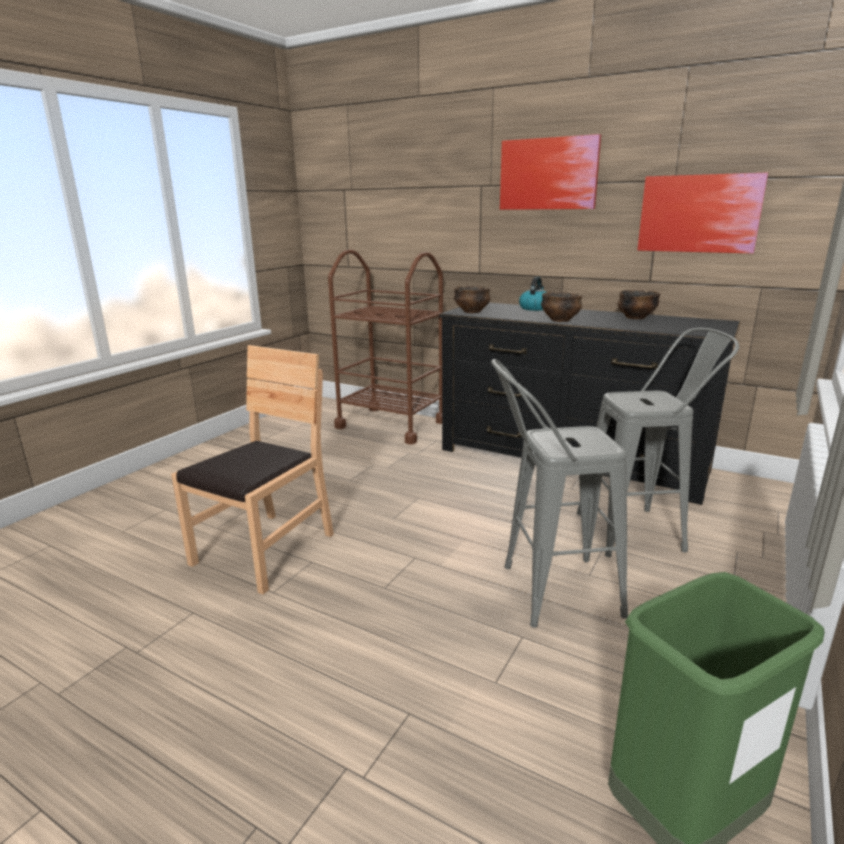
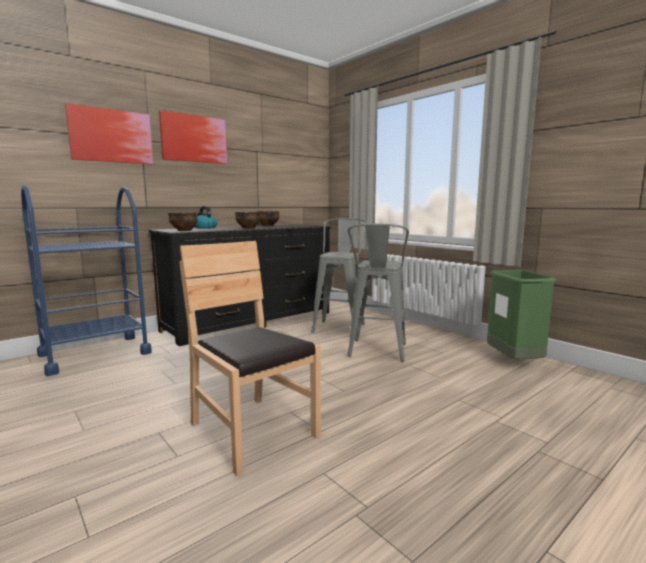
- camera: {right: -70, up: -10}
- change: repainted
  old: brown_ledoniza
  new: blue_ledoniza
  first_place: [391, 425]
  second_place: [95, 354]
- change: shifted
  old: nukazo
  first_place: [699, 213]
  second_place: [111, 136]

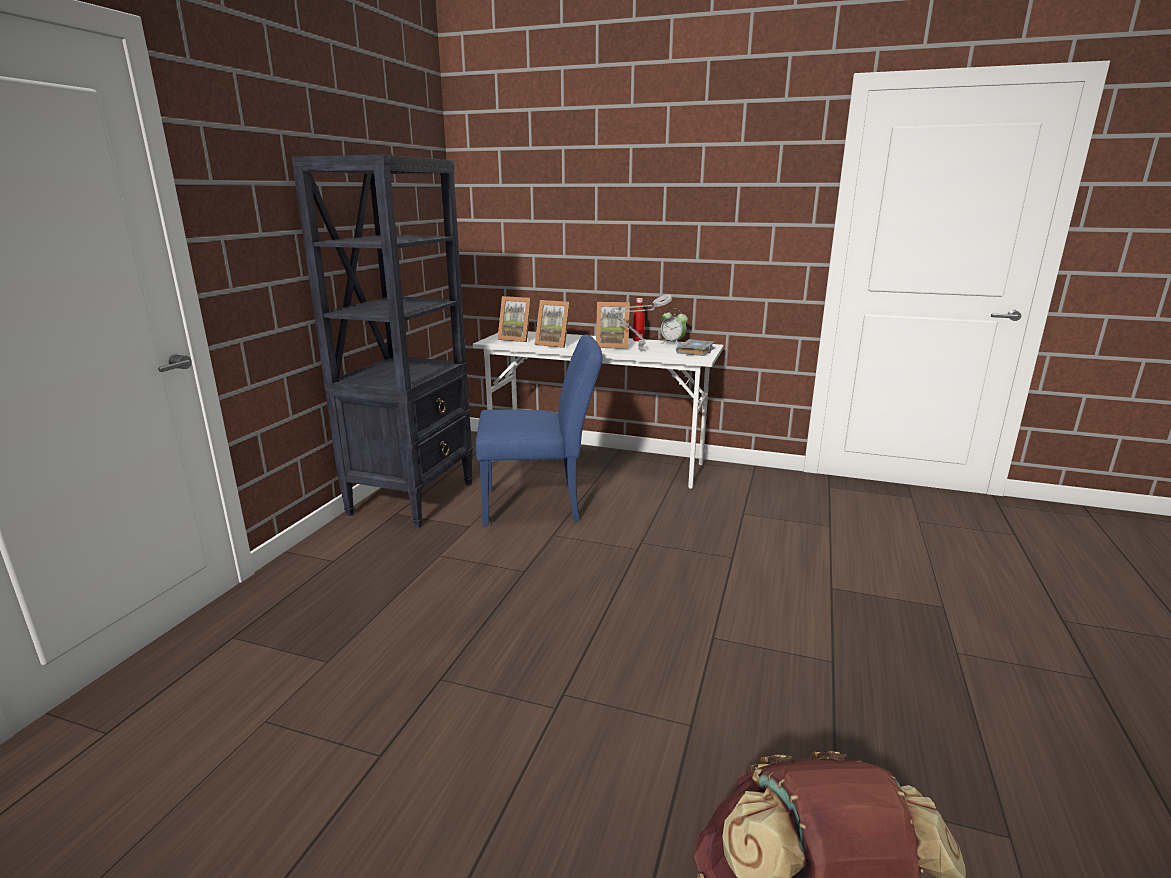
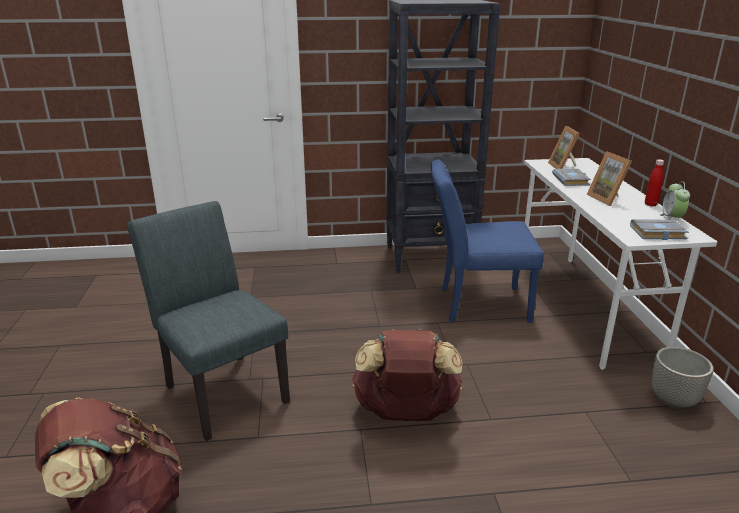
- camera: {right: 65, up: 5}
- change: new
  new: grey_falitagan
  second_place: [221, 389]
- change: new
  new: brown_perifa
  second_place: [405, 413]
- change: rotated
  old: blue_falitagan
  first_place: [541, 505]
  second_place: [476, 304]
  degrees: 120
- change: swapped
  old: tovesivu
  new: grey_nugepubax
  first_place: [554, 344]
  second_place: [572, 180]
- change: new
  new: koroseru
  second_place: [674, 400]
- change: gone
  old: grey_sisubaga
  first_place: [639, 350]

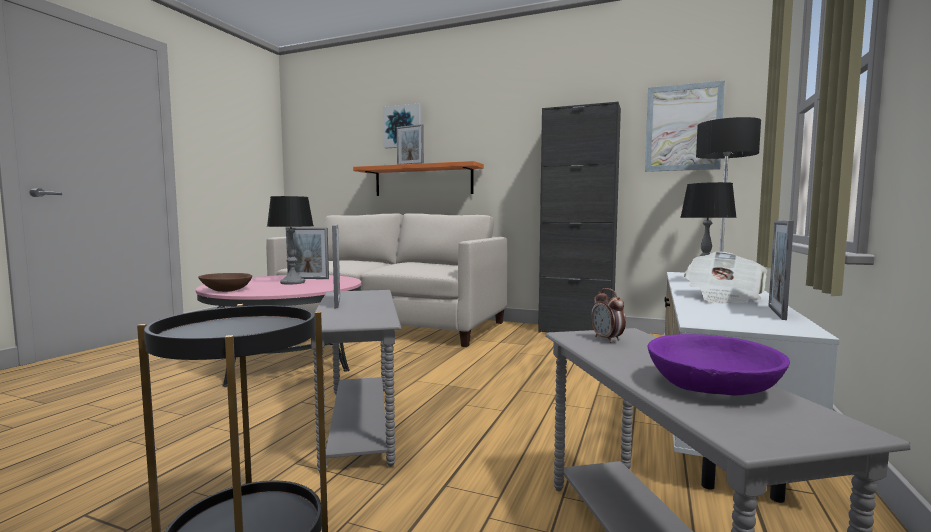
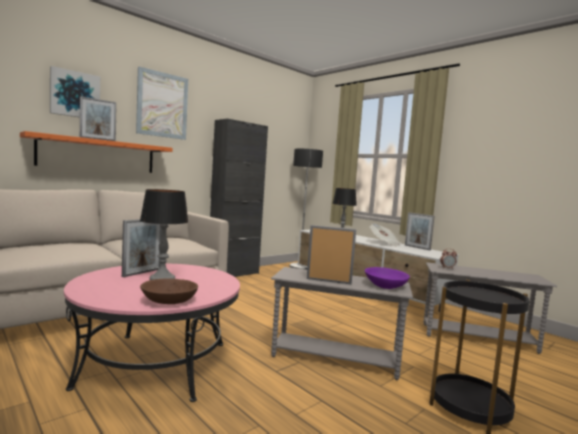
- camera: {right: -65, up: 0}
- change: shifted
  old: nukazo
  first_place: [683, 128]
  second_place: [162, 105]
- change: shifted
  old: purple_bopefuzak
  first_place: [712, 386]
  second_place: [385, 285]

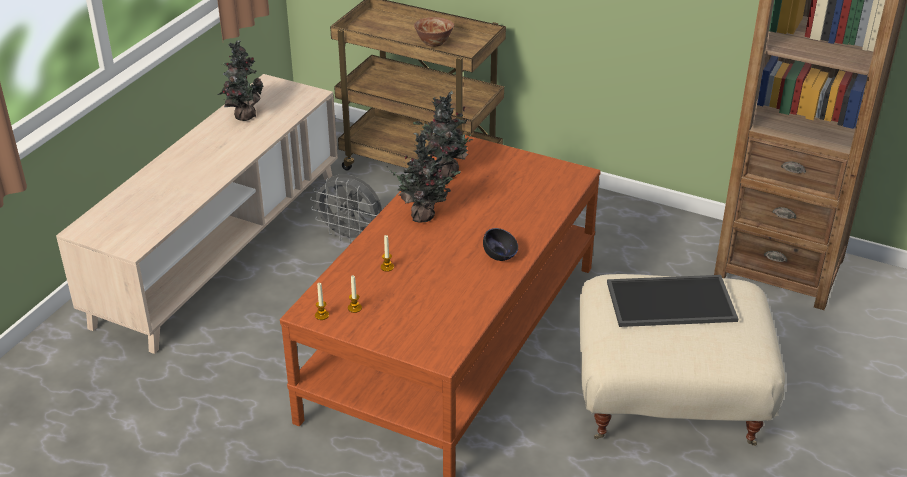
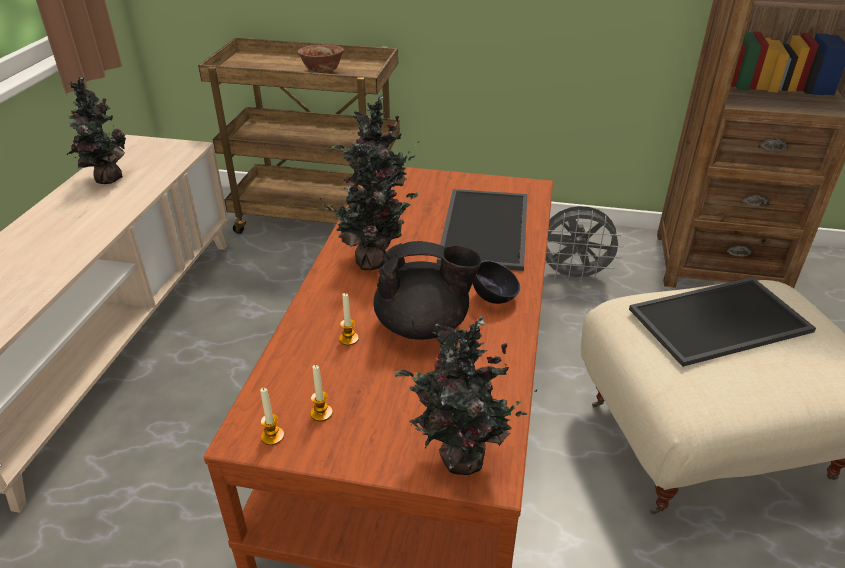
- camera: {right: -15, up: 0}
- change: new
  new: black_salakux
  second_place: [424, 326]
- change: new
  new: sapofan
  second_place: [458, 460]
- change: new
  new: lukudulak
  second_place: [482, 227]
- change: shifted
  old: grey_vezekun
  first_place: [350, 236]
  second_place: [574, 276]

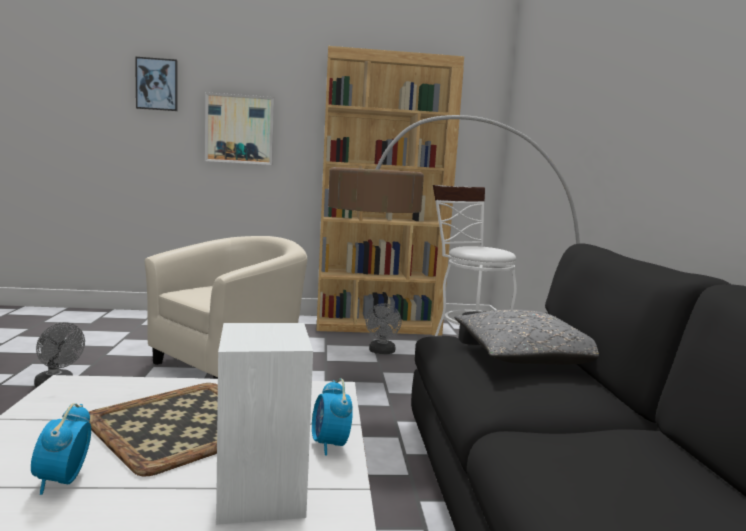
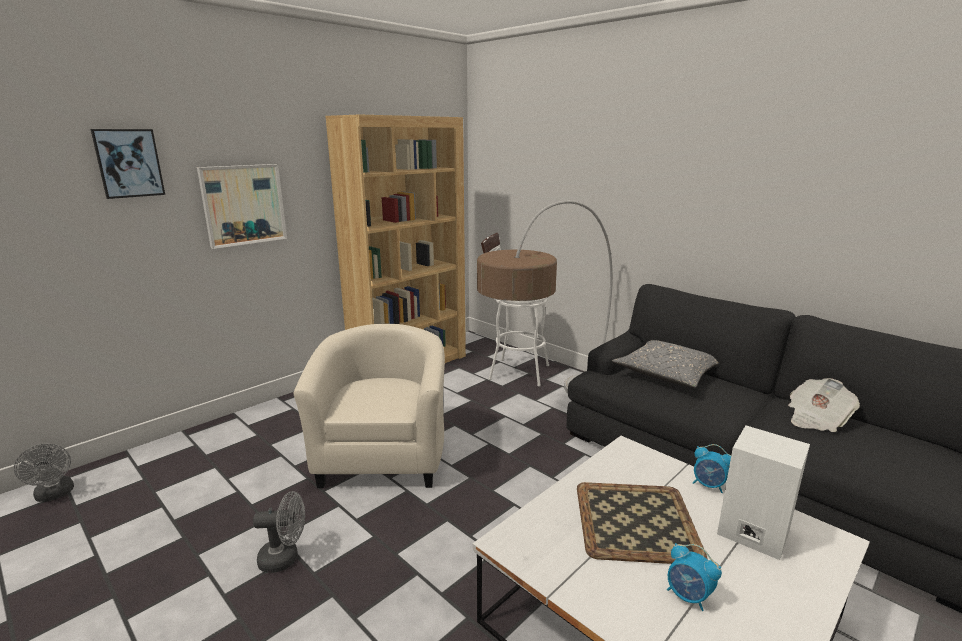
- camera: {right: -40, up: 10}
- change: shifted
  old: grey_vezekun
  first_place: [382, 352]
  second_place: [55, 495]
- change: new
  new: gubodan
  second_place: [816, 419]

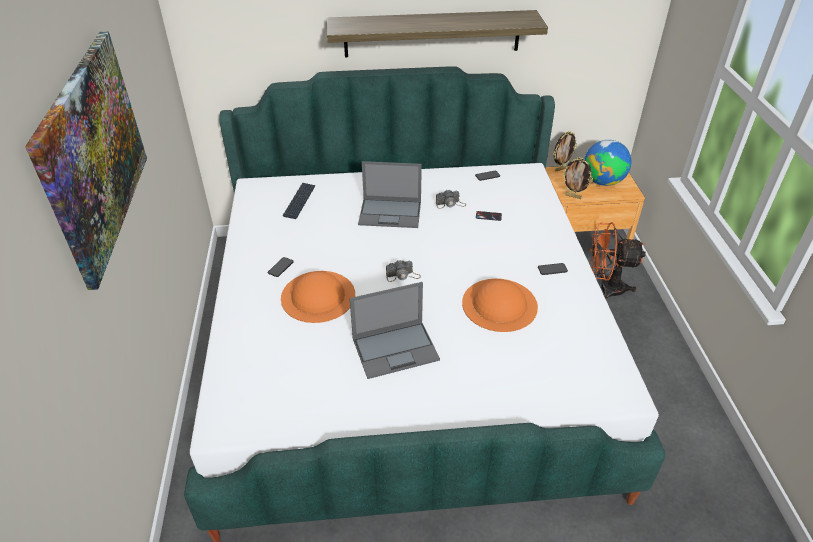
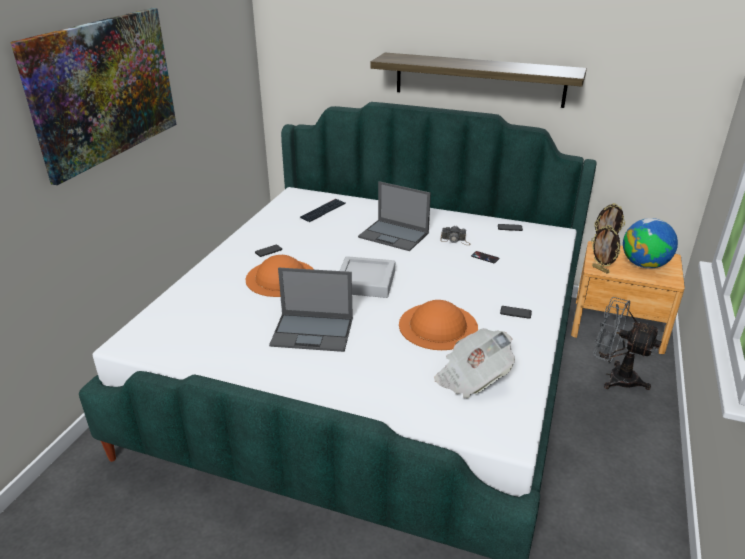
- camera: {right: 25, up: -10}
- change: swapped
  old: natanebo
  new: grey_lukudulak
  first_place: [403, 276]
  second_place: [365, 282]
- change: new
  new: gubodan
  second_place: [472, 378]
- change: repainted
  old: orange_vezekun
  new: grey_vezekun
  first_place: [604, 288]
  second_place: [614, 377]

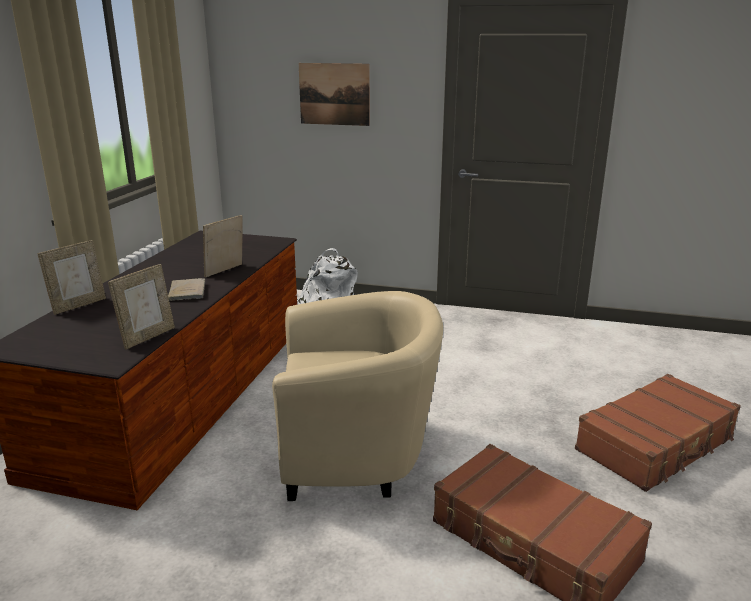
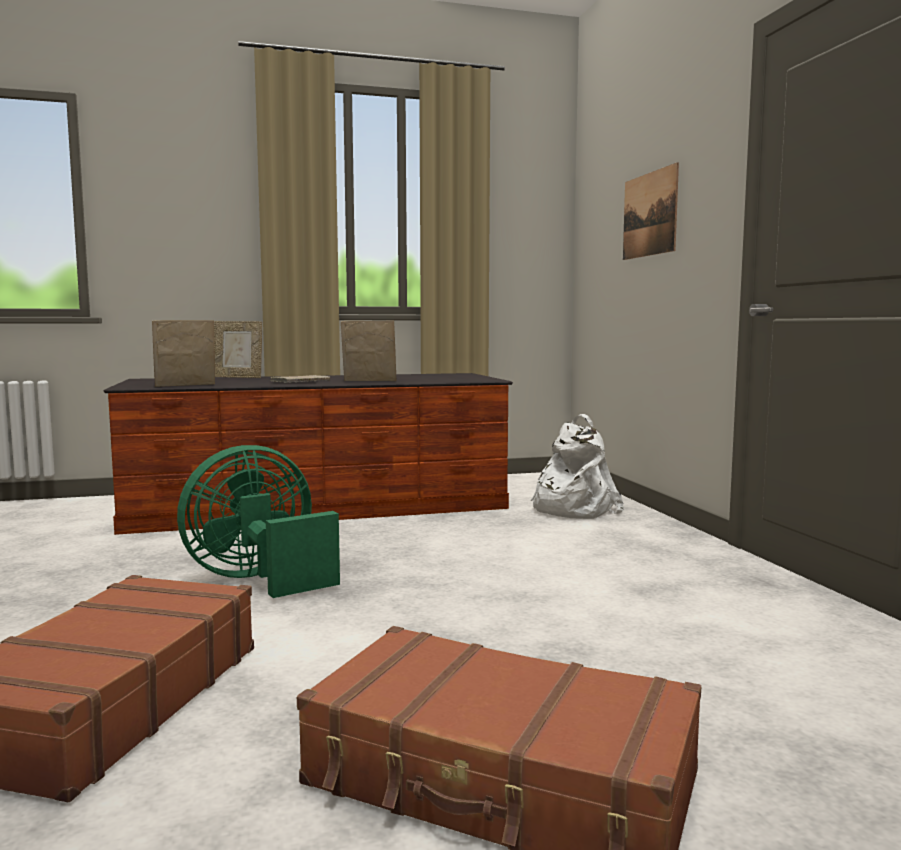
- camera: {right: 60, up: -15}
- change: rotated
  old: tovesivu
  first_place: [148, 337]
  second_place: [185, 385]
  degrees: 150
- change: swapped
  old: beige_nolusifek
  new: green_vezekun
  first_place: [357, 454]
  second_place: [260, 580]

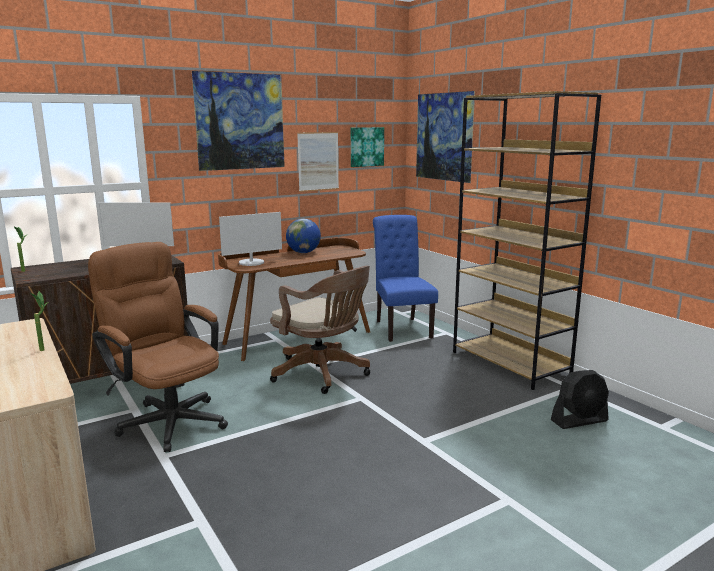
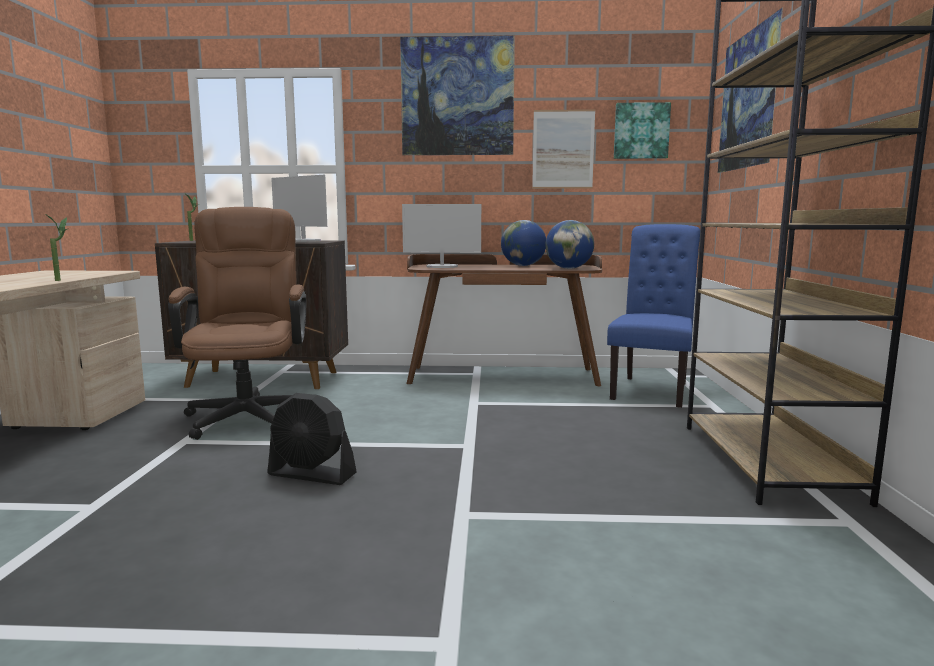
- camera: {right: 35, up: -5}
- change: shifted
  old: black_vezekun
  first_place: [579, 421]
  second_place: [312, 474]
- change: new
  new: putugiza
  second_place: [568, 268]
- change: gone
  old: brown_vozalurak
  first_place: [323, 374]

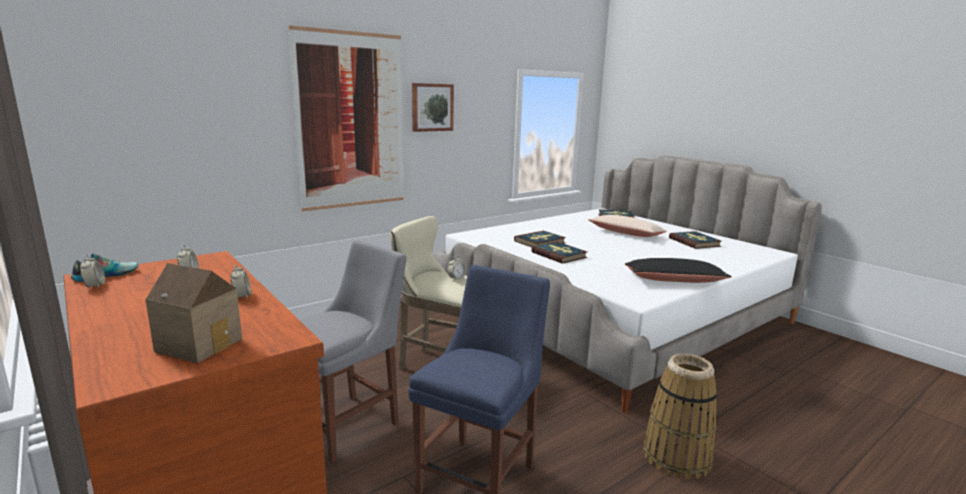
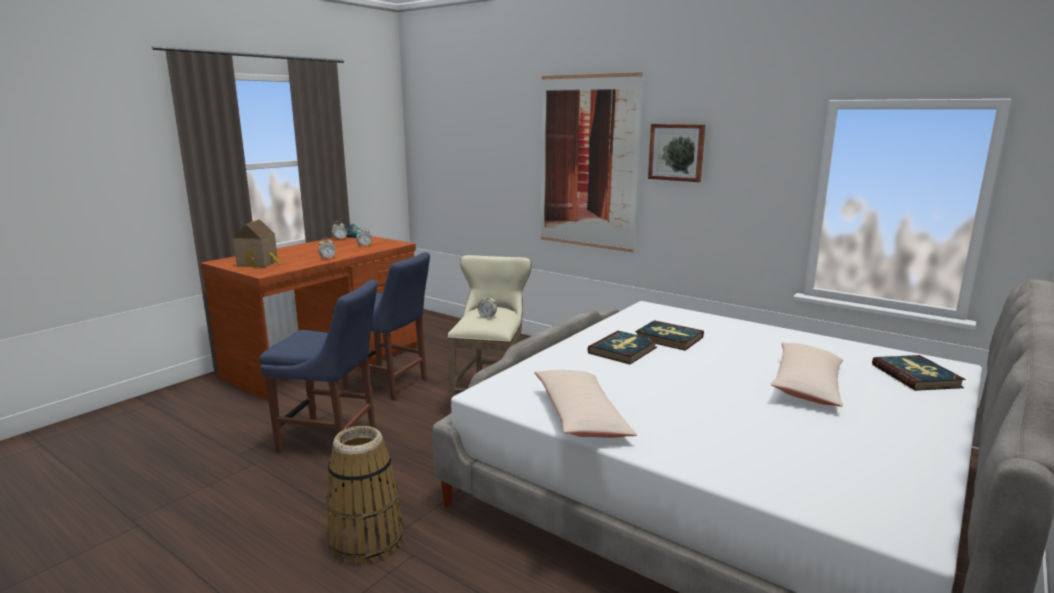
- camera: {right: 75, up: 0}
- change: repainted
  old: grey_falitagan
  new: blue_falitagan
  first_place: [348, 424]
  second_place: [389, 384]
- change: repainted
  old: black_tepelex
  new: beige_tepelex
  first_place: [674, 280]
  second_place: [580, 416]
- change: gone
  old: nugepubax
  first_place: [694, 242]

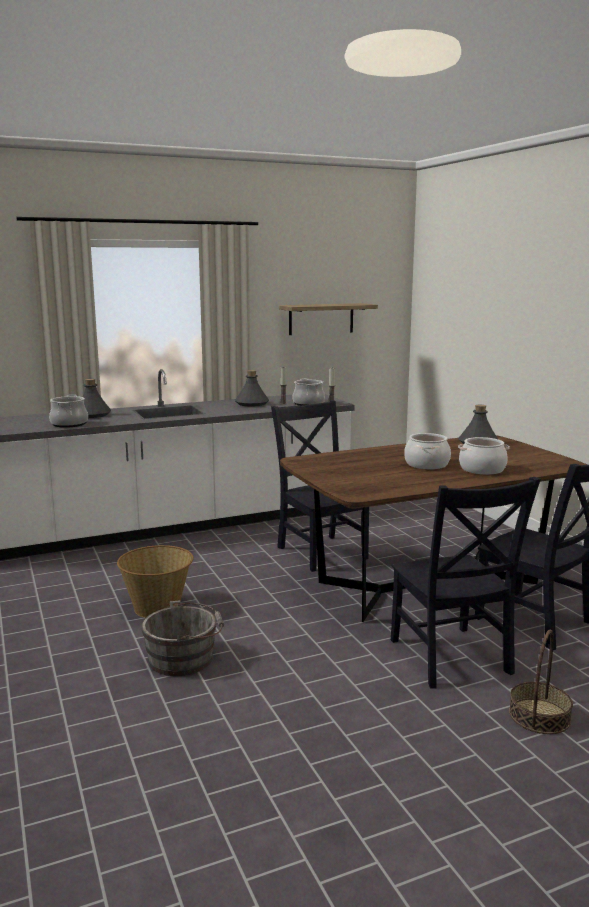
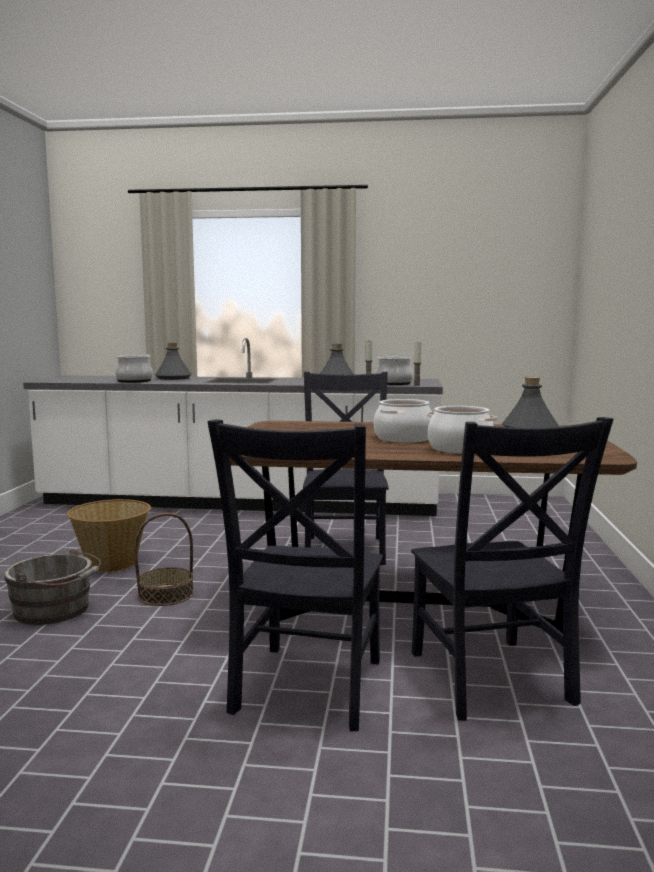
- camera: {right: 30, up: -5}
- change: shifted
  old: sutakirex
  first_place: [539, 716]
  second_place: [166, 594]
- change: gone
  old: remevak
  first_place: [321, 319]

